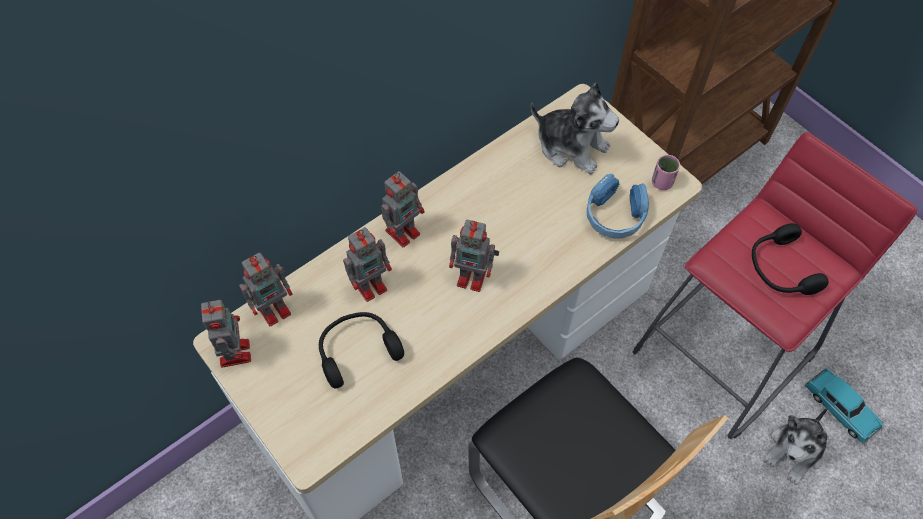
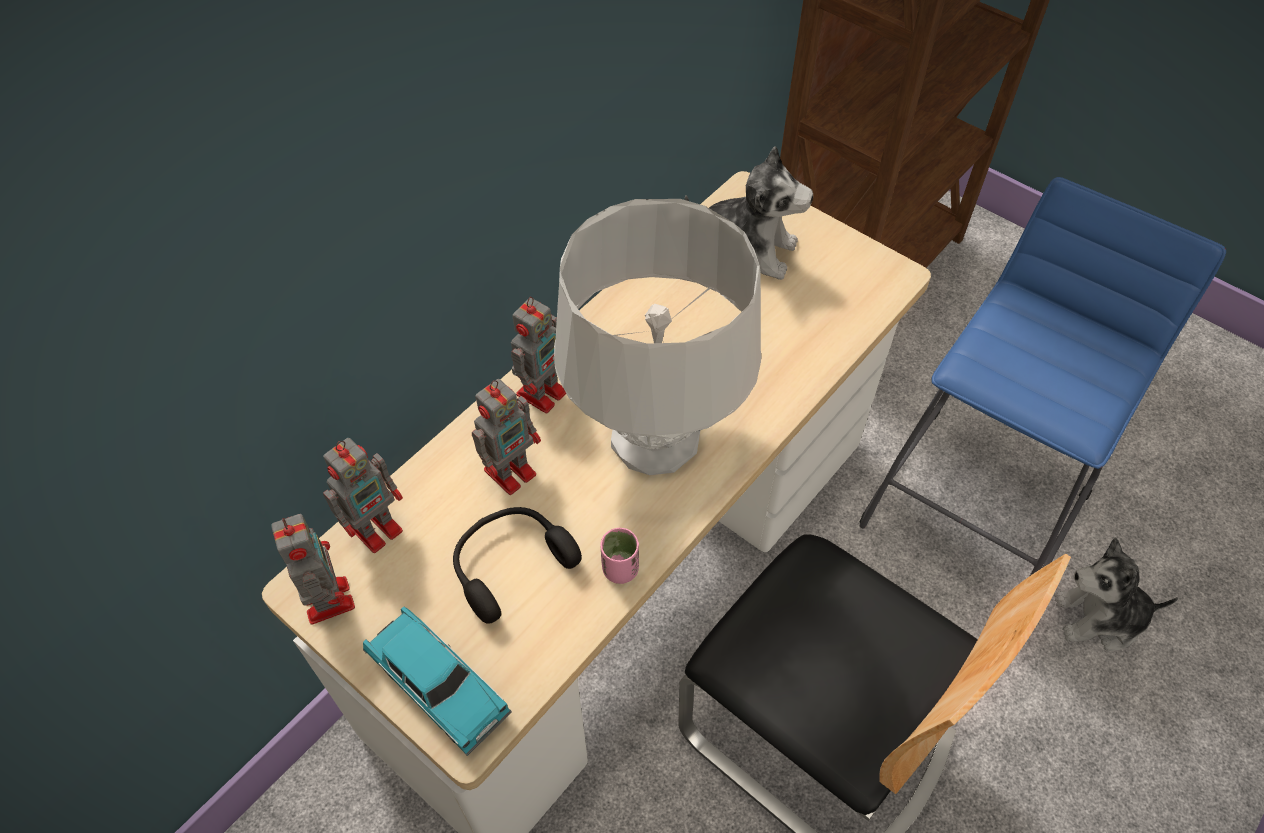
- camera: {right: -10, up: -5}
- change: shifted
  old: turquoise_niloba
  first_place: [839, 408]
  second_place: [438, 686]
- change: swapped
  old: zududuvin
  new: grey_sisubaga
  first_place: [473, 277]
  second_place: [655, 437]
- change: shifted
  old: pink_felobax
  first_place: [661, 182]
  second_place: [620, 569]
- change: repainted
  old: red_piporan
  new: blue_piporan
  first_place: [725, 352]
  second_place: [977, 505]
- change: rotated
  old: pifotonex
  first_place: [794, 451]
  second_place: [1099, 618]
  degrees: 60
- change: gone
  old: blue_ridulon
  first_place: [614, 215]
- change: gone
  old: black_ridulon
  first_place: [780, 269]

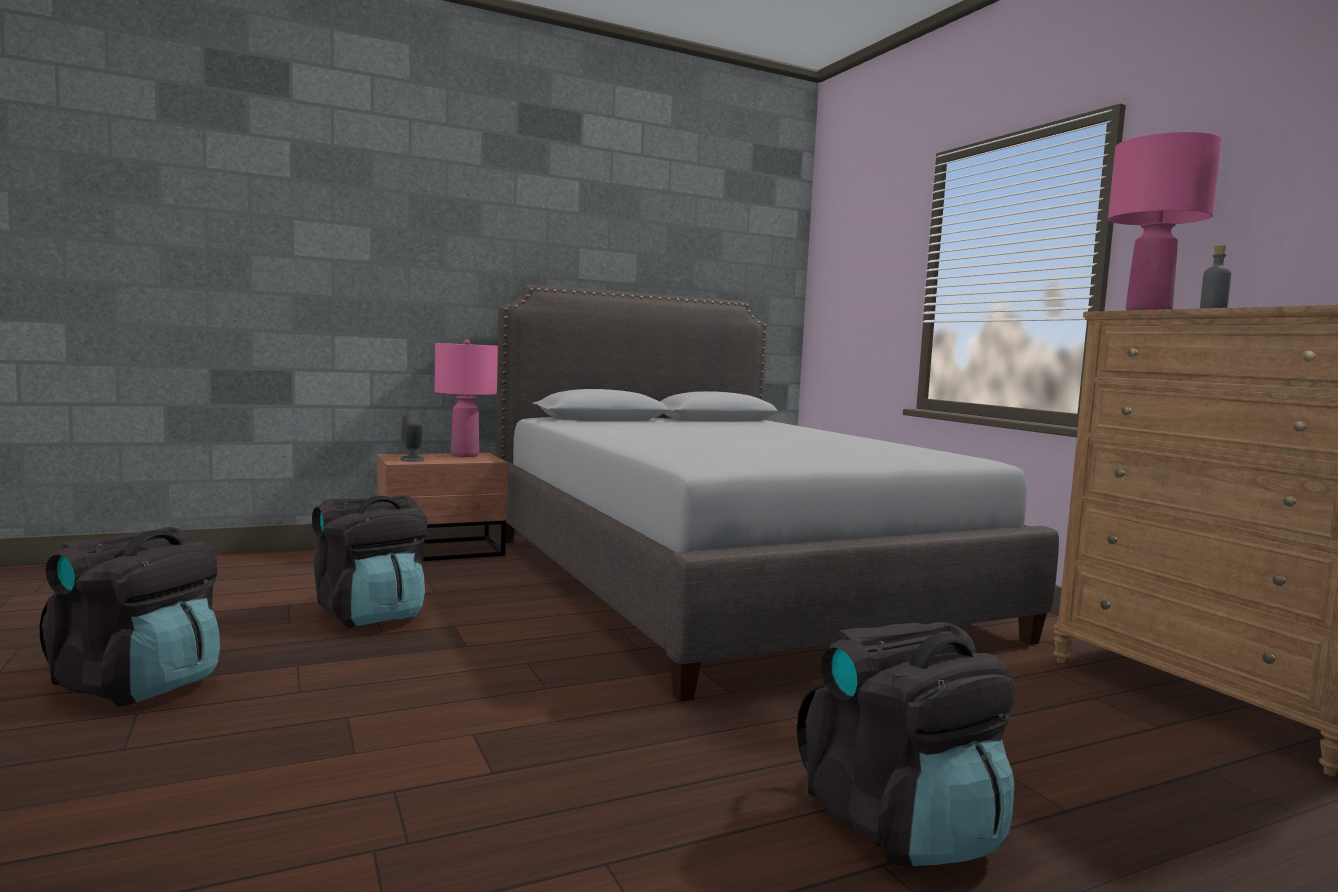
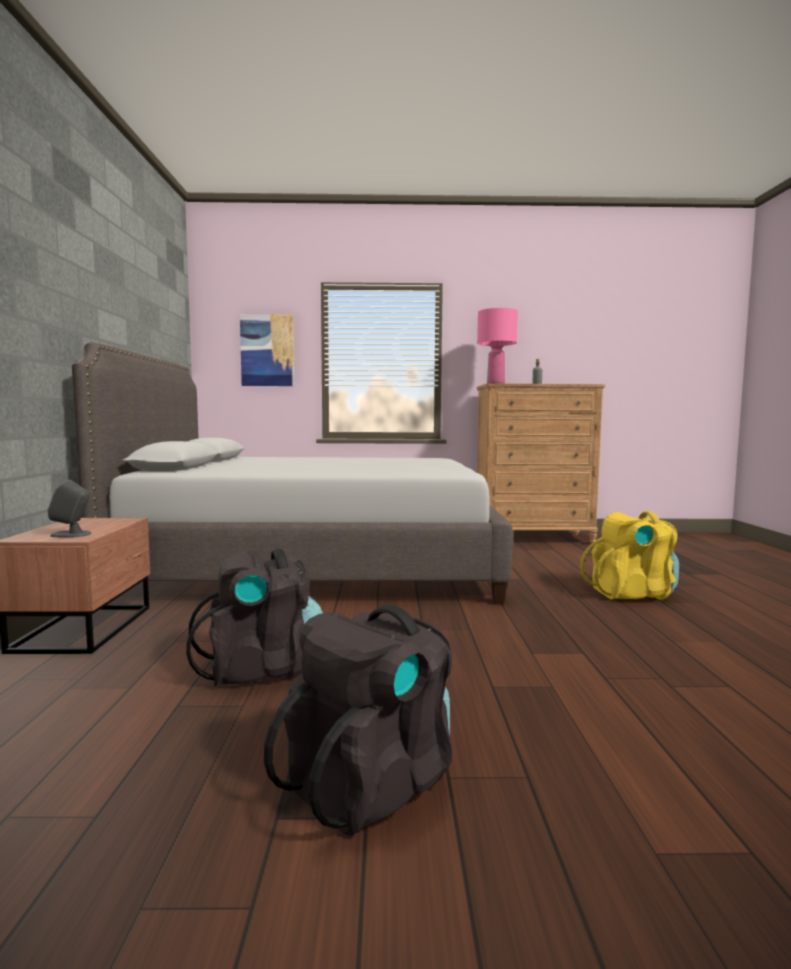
- camera: {right: -65, up: 0}
- change: new
  new: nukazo
  second_place: [267, 350]
- change: repainted
  old: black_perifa
  new: yellow_perifa
  first_place: [901, 825]
  second_place: [632, 593]
- change: gone
  old: pink_sisubaga
  first_place: [465, 455]

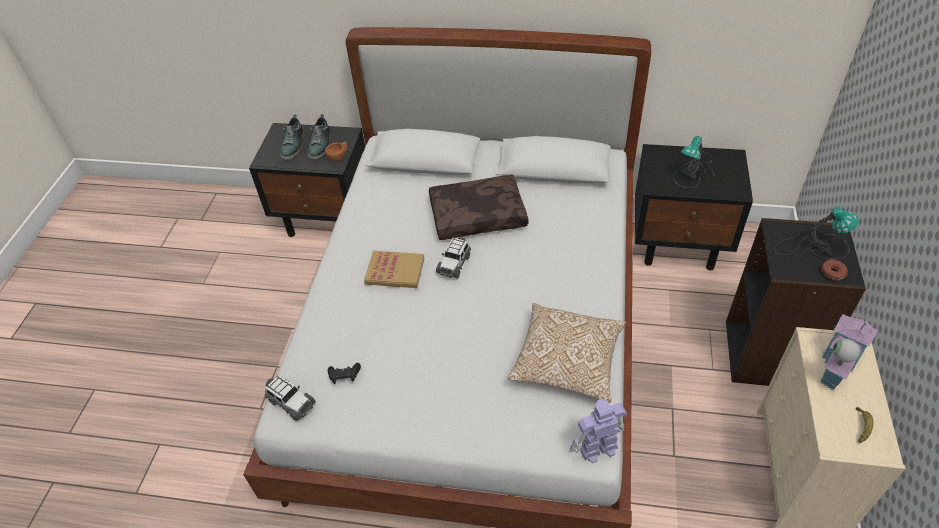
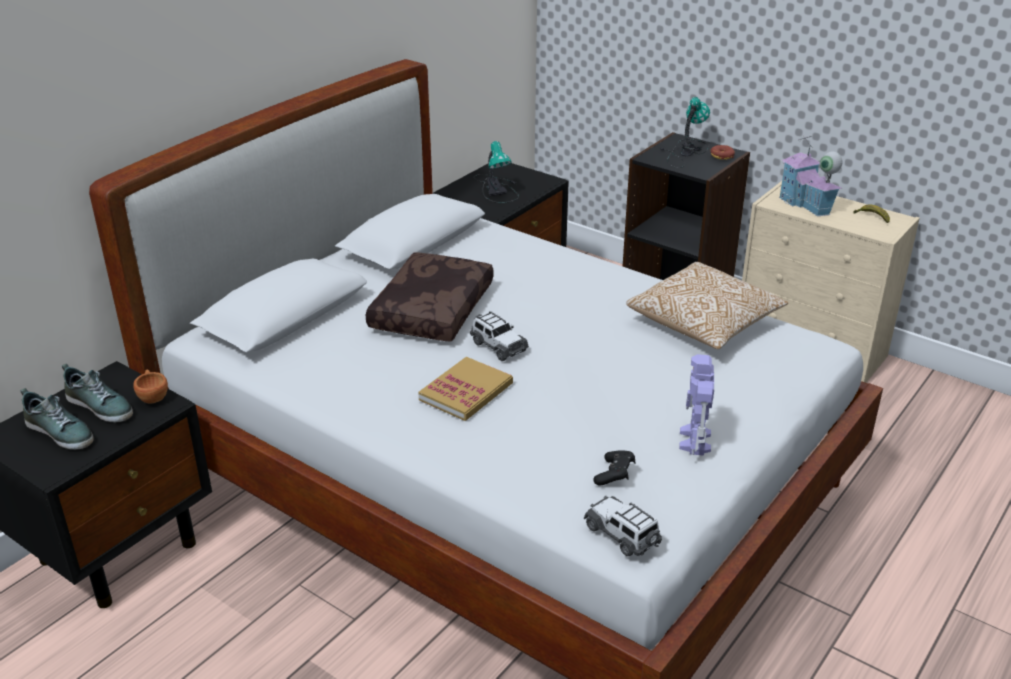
- camera: {right: -65, up: -15}
- change: rotated
  old: niloba
  first_place: [291, 402]
  second_place: [622, 535]
  degrees: -105
- change: shifted
  old: zududuvin
  first_place: [597, 449]
  second_place: [695, 441]

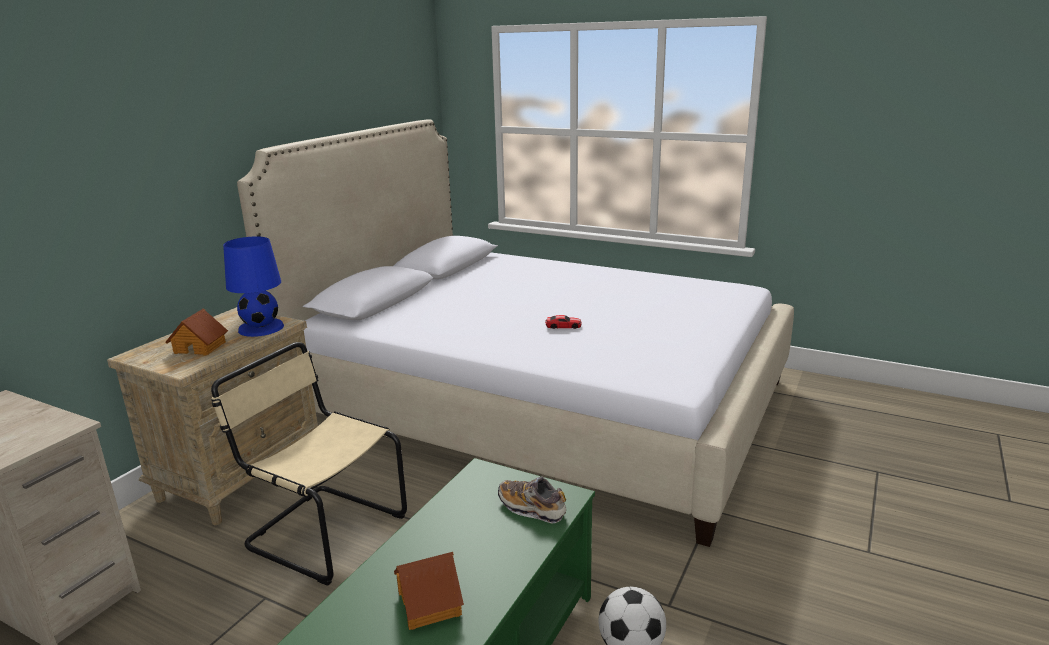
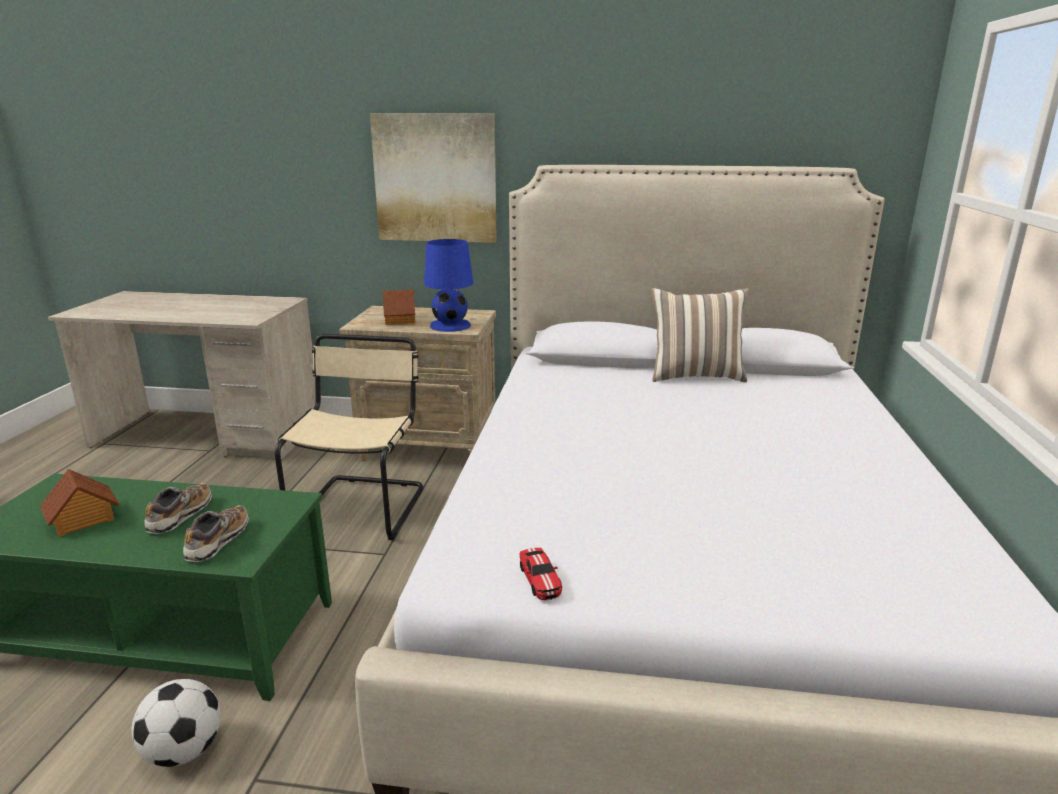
- camera: {right: 70, up: 0}
- change: new
  new: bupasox
  second_place: [180, 516]
- change: new
  new: nukazo
  second_place: [435, 178]
- change: shifted
  old: niloba
  first_place: [563, 326]
  second_place: [540, 579]
- change: new
  new: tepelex
  second_place: [695, 376]

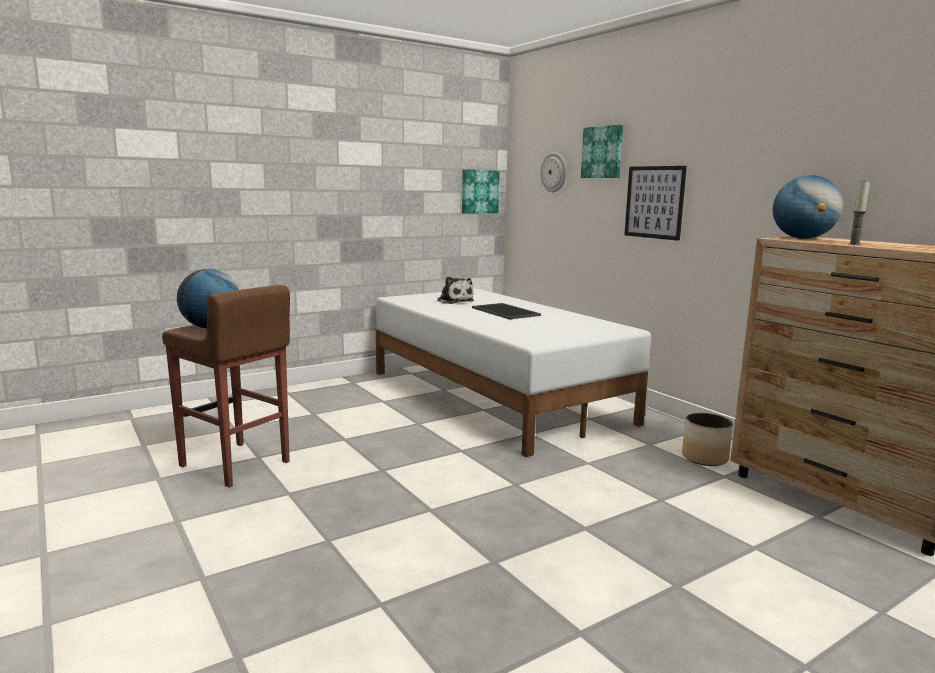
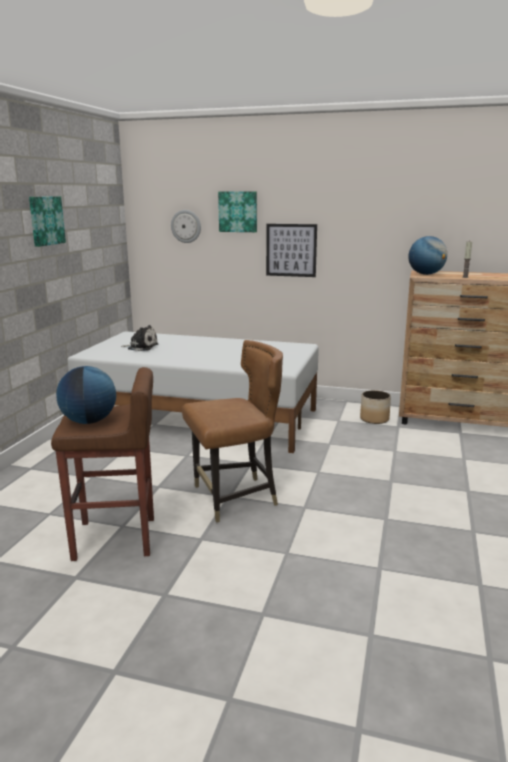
- camera: {right: -40, up: 5}
- change: shifted
  old: nukazo
  first_place: [479, 191]
  second_place: [46, 220]
- change: new
  new: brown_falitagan
  second_place: [235, 498]
- change: gone
  old: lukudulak
  first_place: [506, 311]

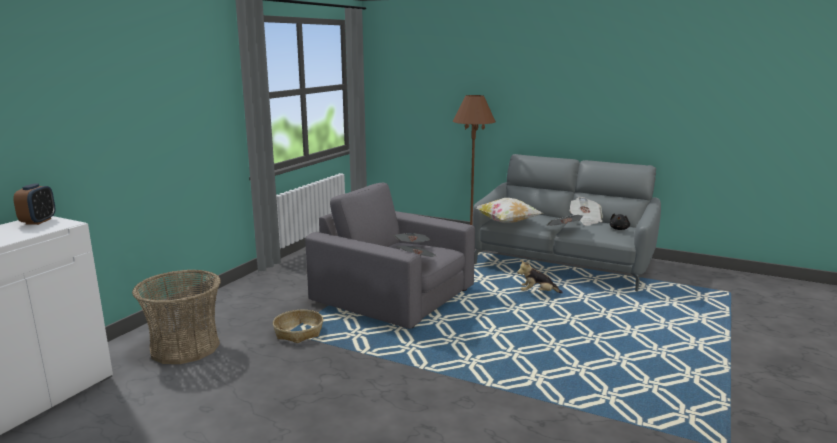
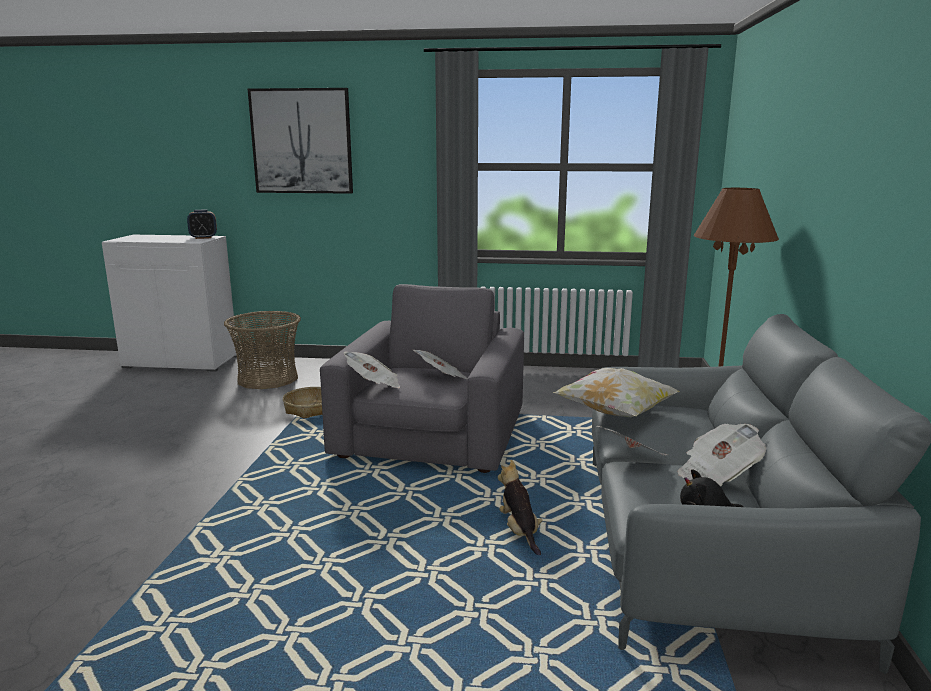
- camera: {right: 70, up: 0}
- change: new
  new: nukazo
  second_place: [302, 141]

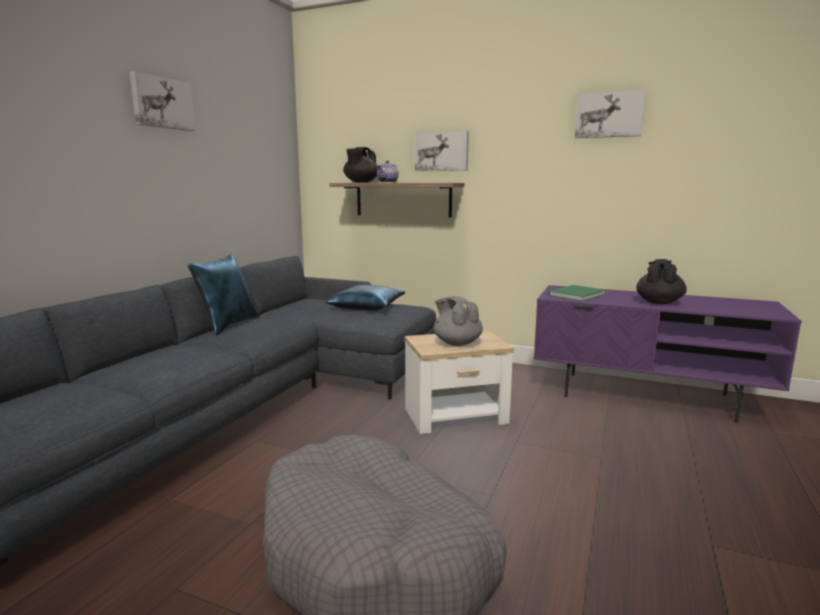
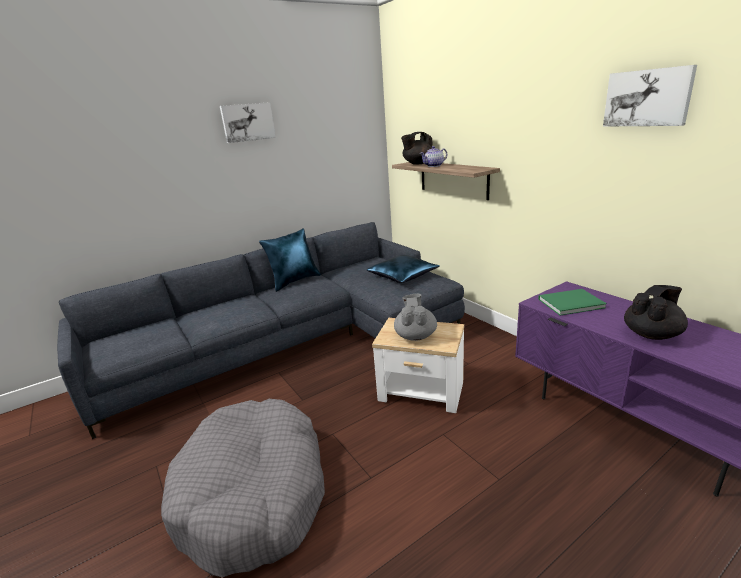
- camera: {right: 35, up: 10}
- change: gone
  old: nukazo
  first_place: [441, 151]

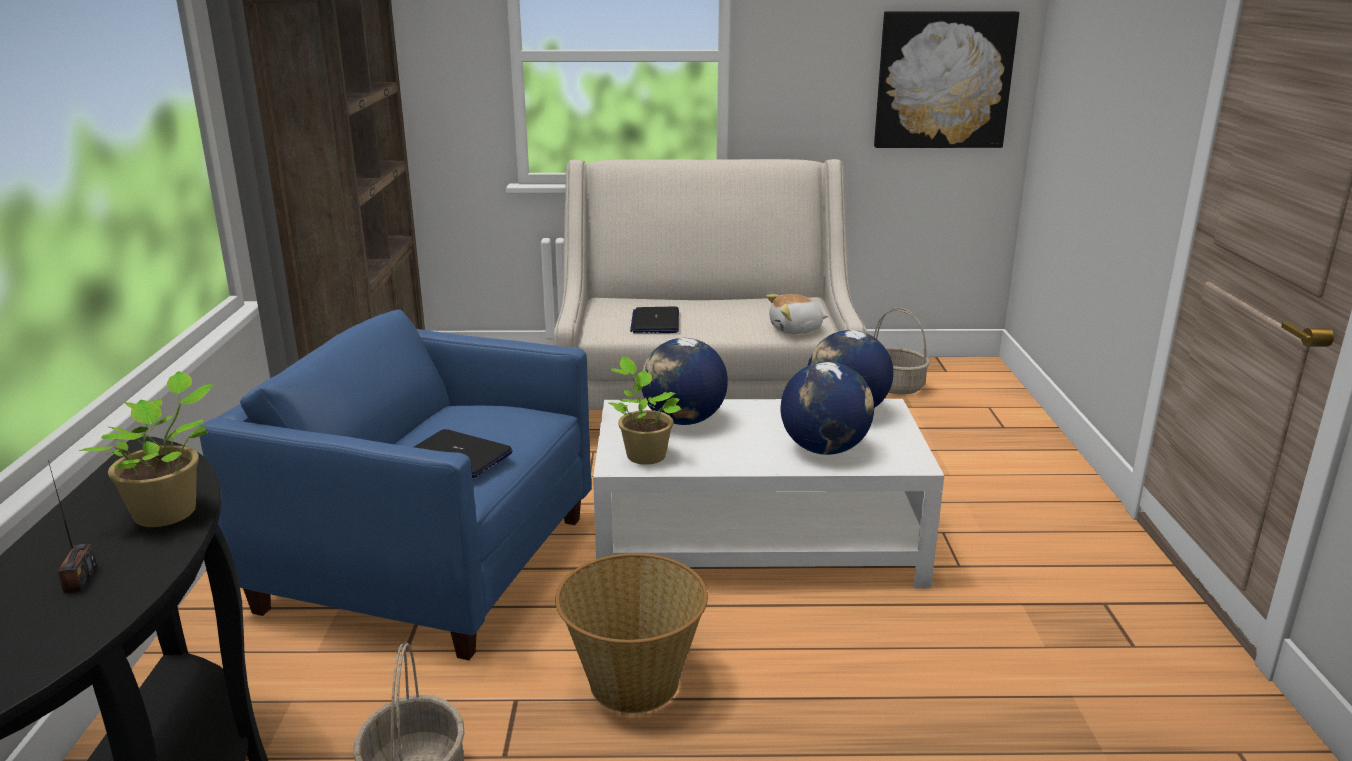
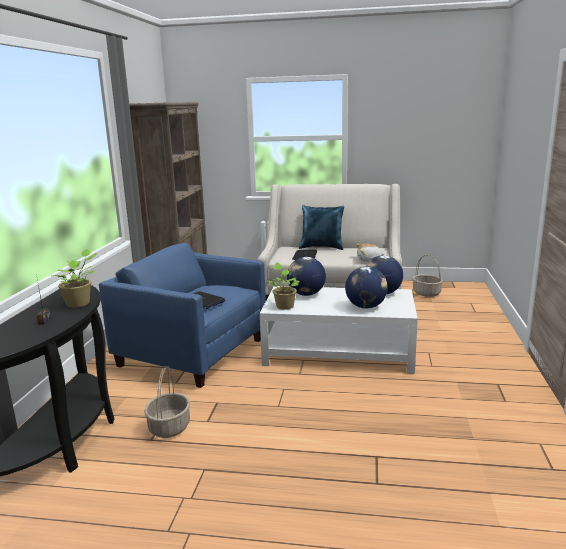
- camera: {right: 10, up: -5}
- change: new
  new: blue_tepelex
  second_place: [322, 247]
- change: gone
  old: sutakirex
  first_place: [633, 681]
- change: gone
  old: nukazo
  first_place: [943, 80]

